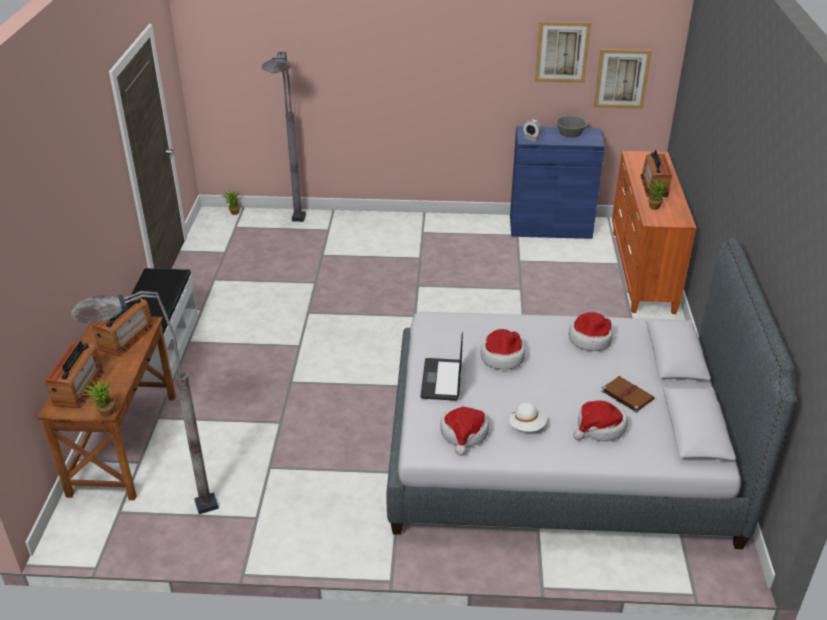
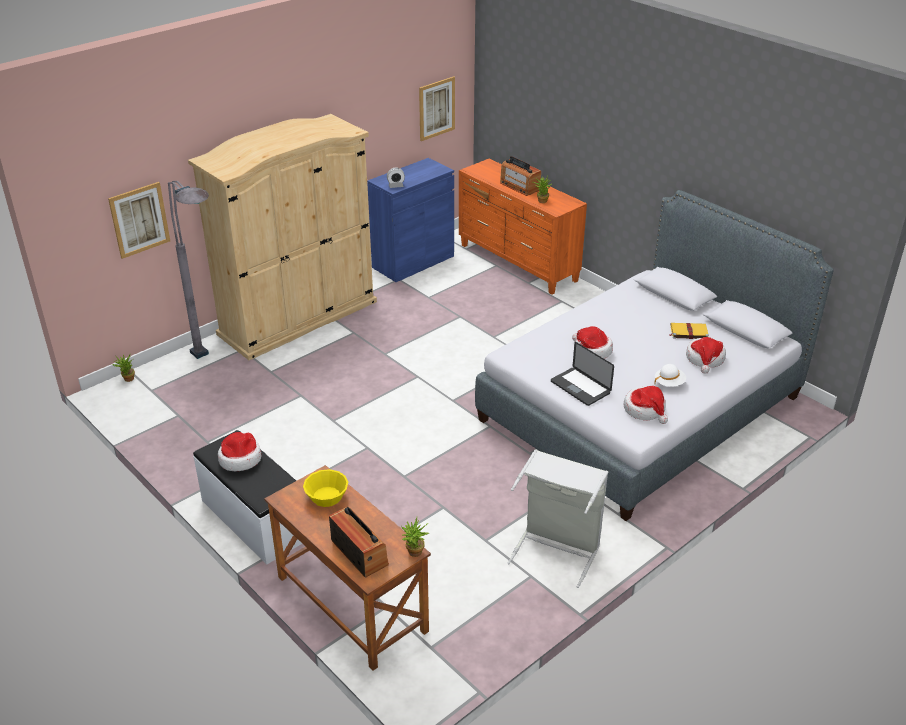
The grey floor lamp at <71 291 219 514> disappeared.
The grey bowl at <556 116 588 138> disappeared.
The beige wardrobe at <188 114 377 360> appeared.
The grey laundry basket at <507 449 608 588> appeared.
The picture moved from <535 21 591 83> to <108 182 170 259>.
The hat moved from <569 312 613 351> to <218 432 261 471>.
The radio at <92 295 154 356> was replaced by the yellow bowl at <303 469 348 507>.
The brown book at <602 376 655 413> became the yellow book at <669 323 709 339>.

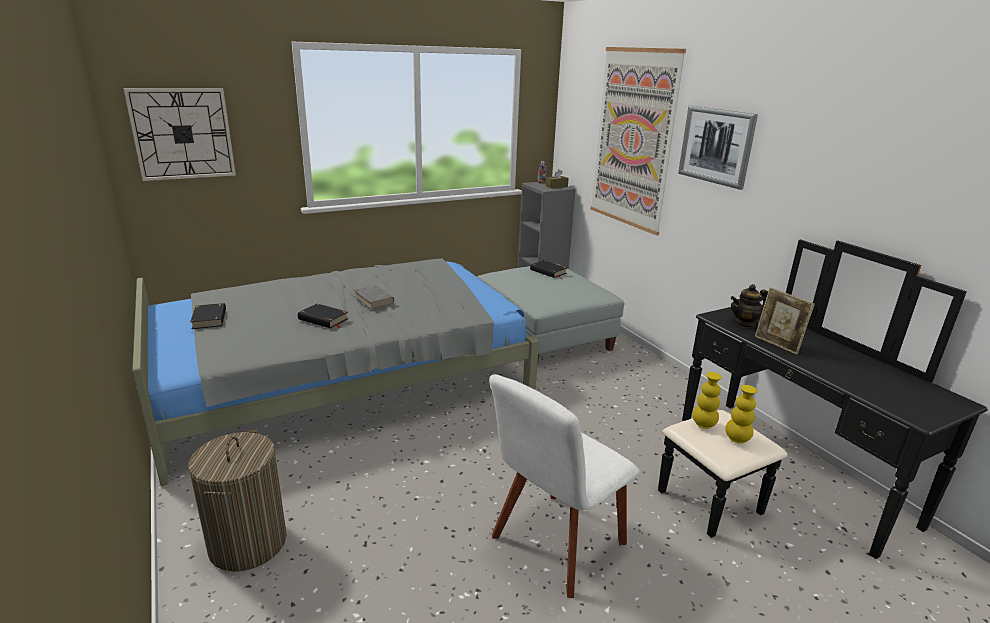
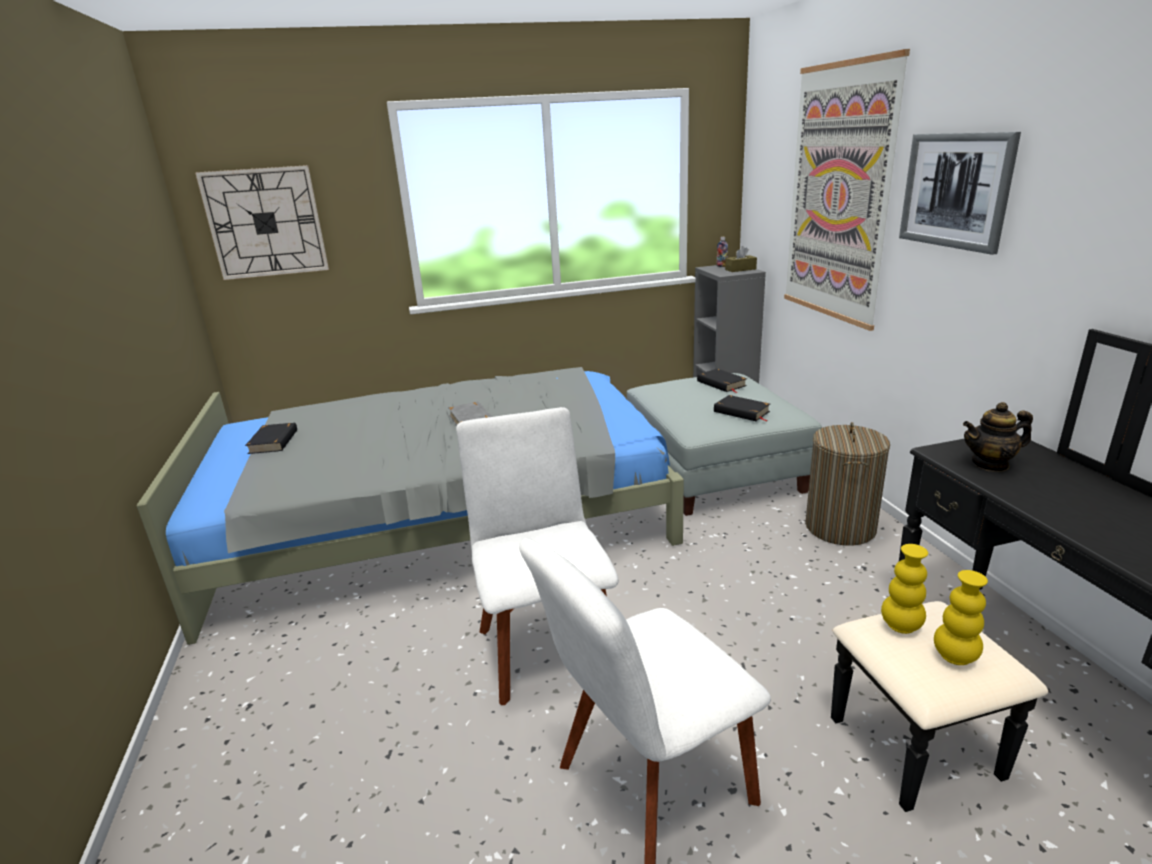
The picture frame at <755 287 815 355> disappeared.
The white chair at <456 407 619 705> appeared.
The laundry basket moved from <188 430 287 572> to <805 422 890 546>.
The black book moved from <298 304 349 328> to <714 395 770 421>.

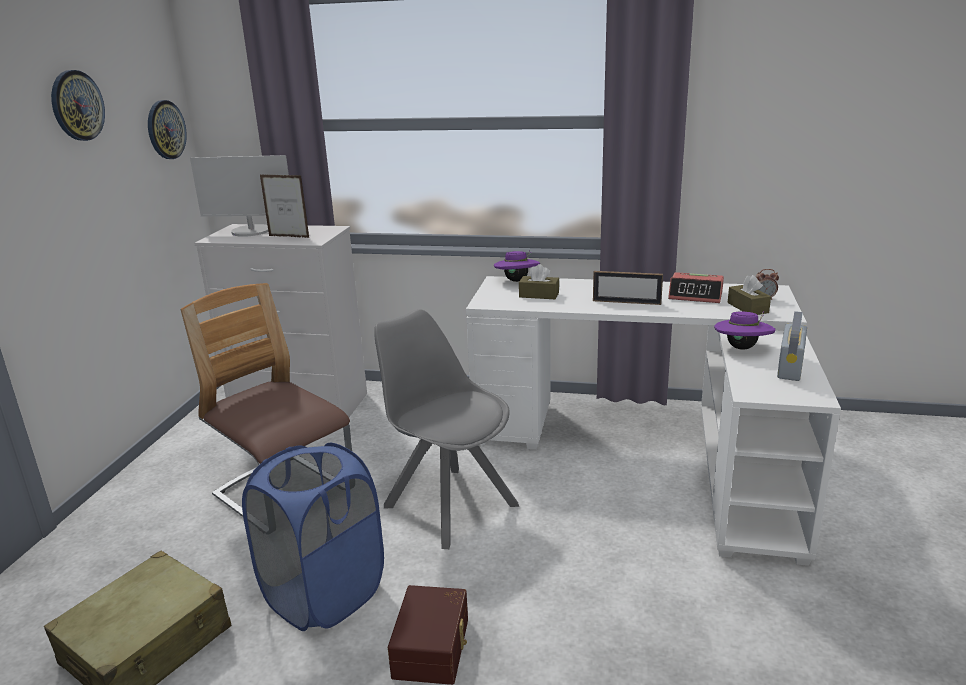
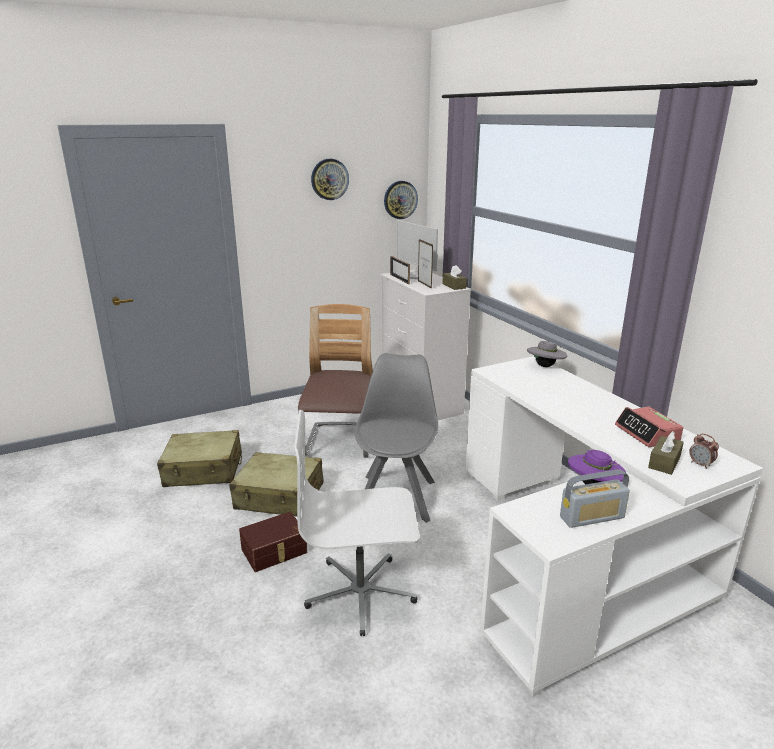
The white office chair at <294 410 420 636> appeared.
The brown tissue box moved from <519 264 559 299> to <442 265 467 290>.
The picture frame moved from <593 271 663 305> to <390 256 410 284>.
The blue laundry basket at <242 443 384 631> was replaced by the beige suitcase at <229 452 323 517>.
The purple hat at <494 250 540 282> became the grey hat at <527 341 567 367>.

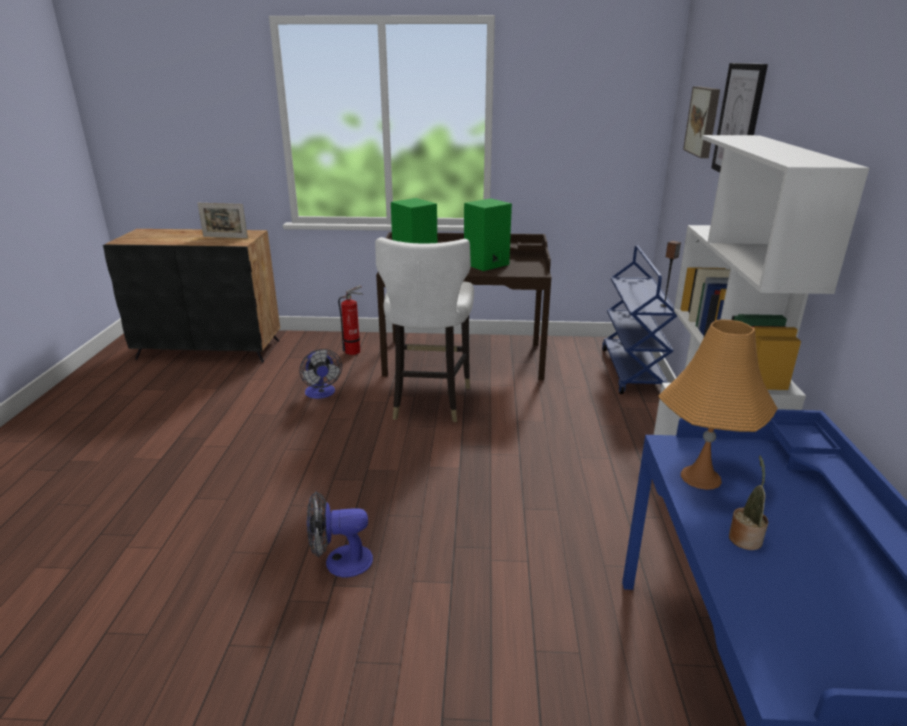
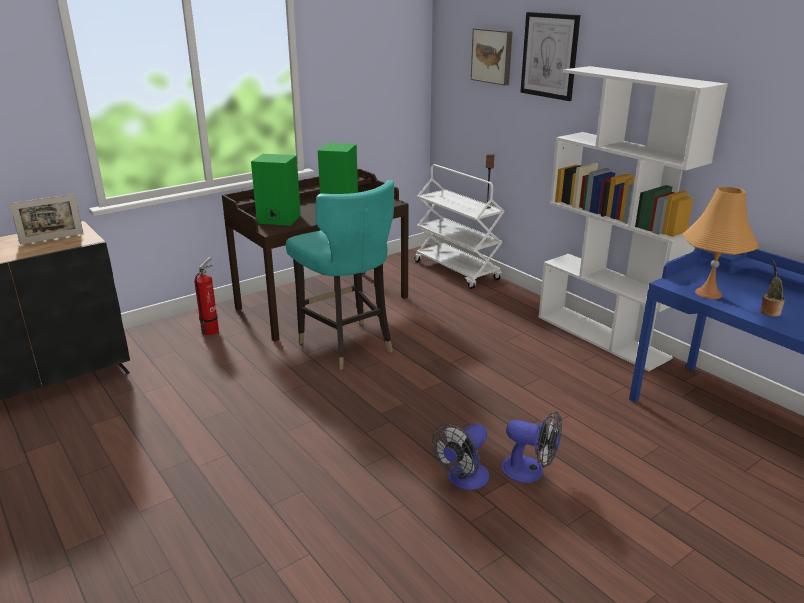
The fan moved from <300 349 342 399> to <501 411 562 483>.
The white chair at <375 237 474 422> became the turquoise chair at <286 180 394 370>.
The blue cart at <602 246 677 394> became the white cart at <415 164 505 289>.

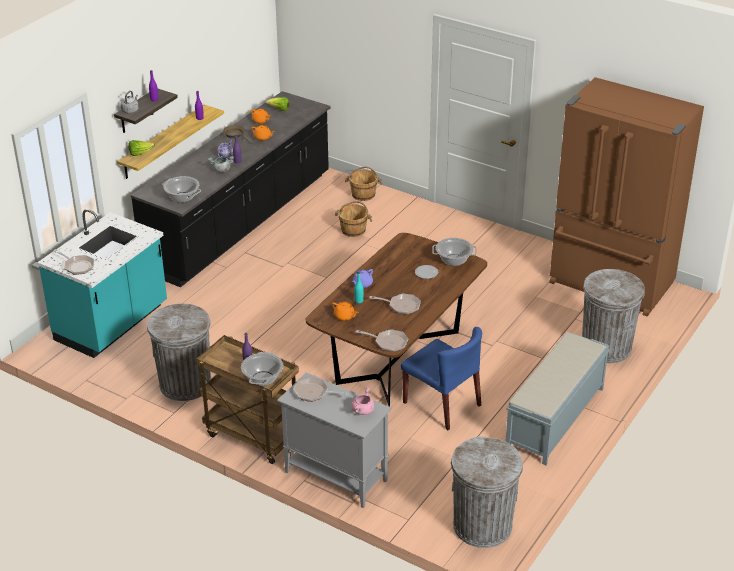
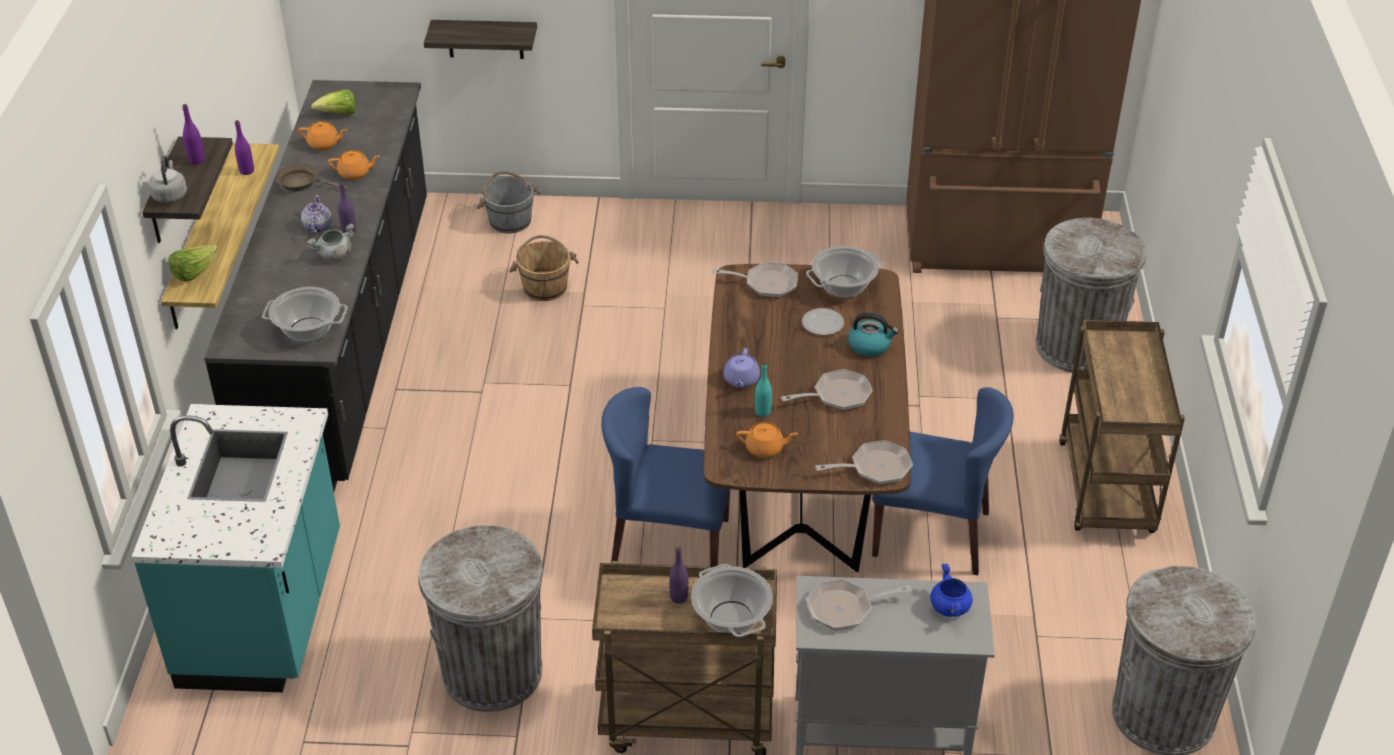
The shelf at <424 20 537 59> appeared.
The blue chair at <601 387 730 567> appeared.
The kettle at <848 313 899 357> appeared.
The frying pan moved from <54 249 94 275> to <711 262 798 298>.
The grey bench at <505 332 610 465> was replaced by the brown cart at <1059 320 1185 533>.
The brown bucket at <345 166 382 201> became the grey bucket at <477 171 541 233>.
The pink cooking pot at <352 387 374 415> became the blue cooking pot at <930 564 973 617>.

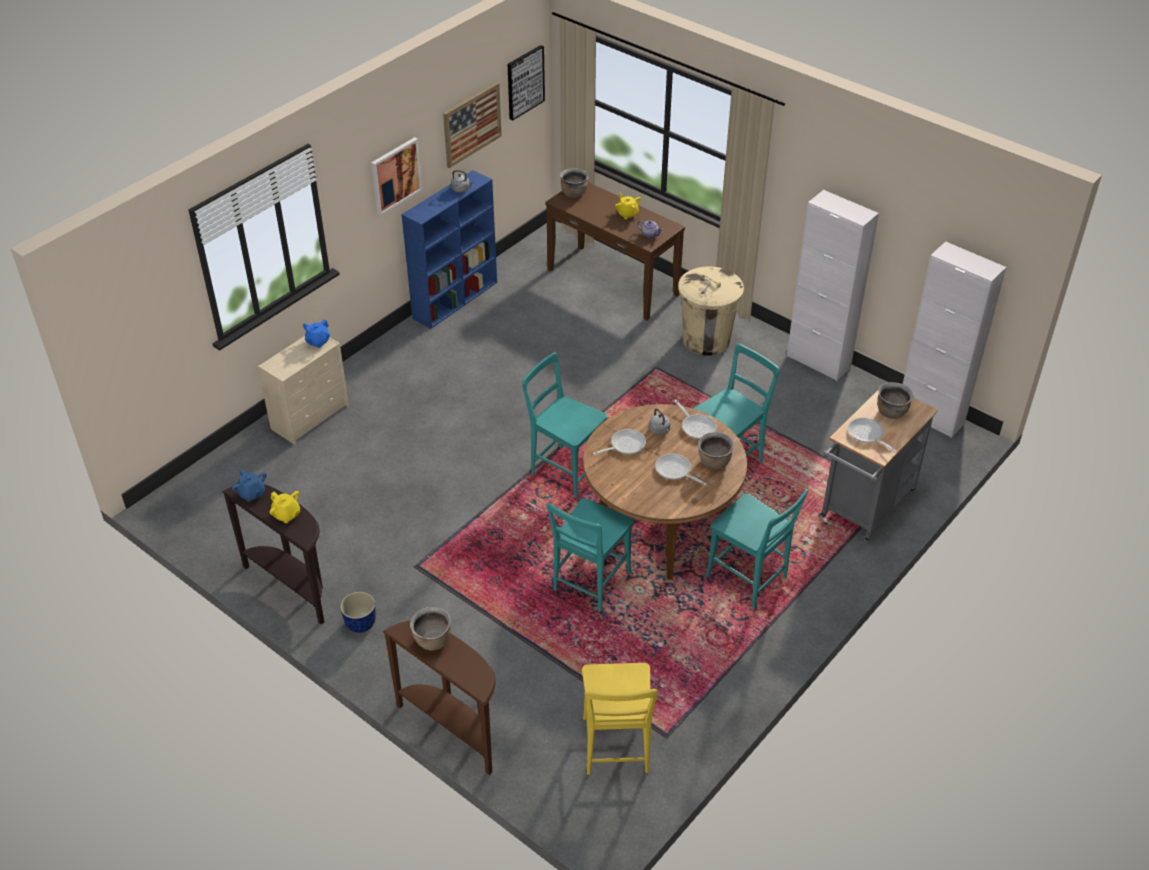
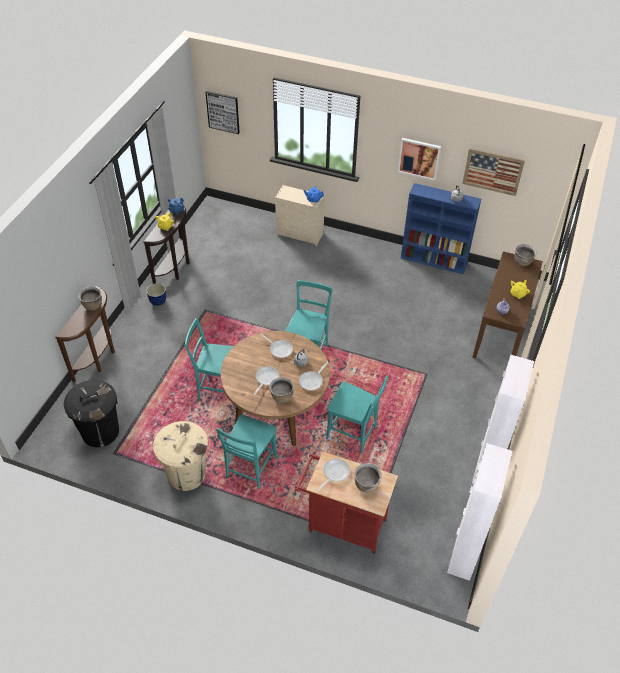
The picture moved from <508 45 545 121> to <205 91 240 134>.
The beige trash can moved from <678 266 744 356> to <153 421 208 491>.
The yellow chair at <582 663 658 775> was replaced by the black trash can at <64 380 119 447>.
The grey cart at <819 389 938 542> became the red cart at <295 452 398 554>.

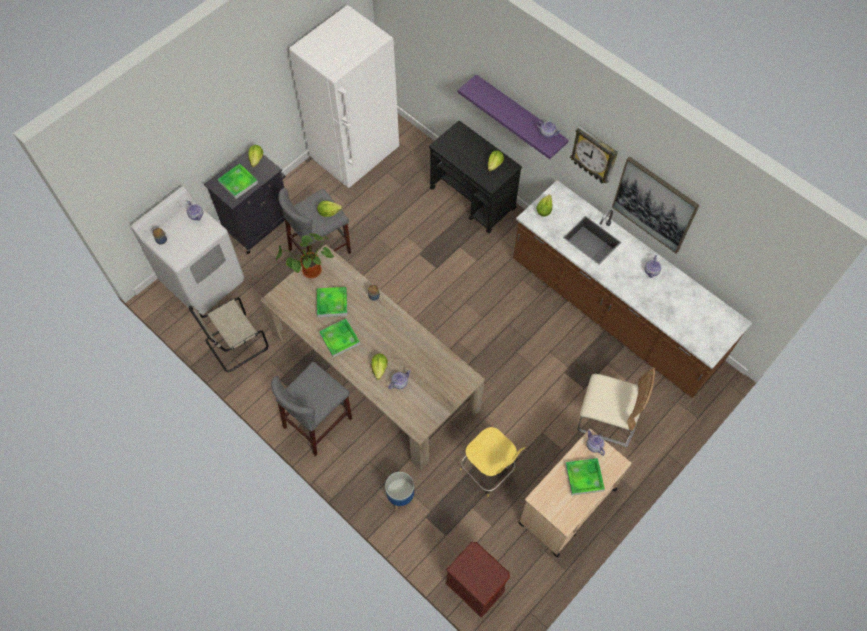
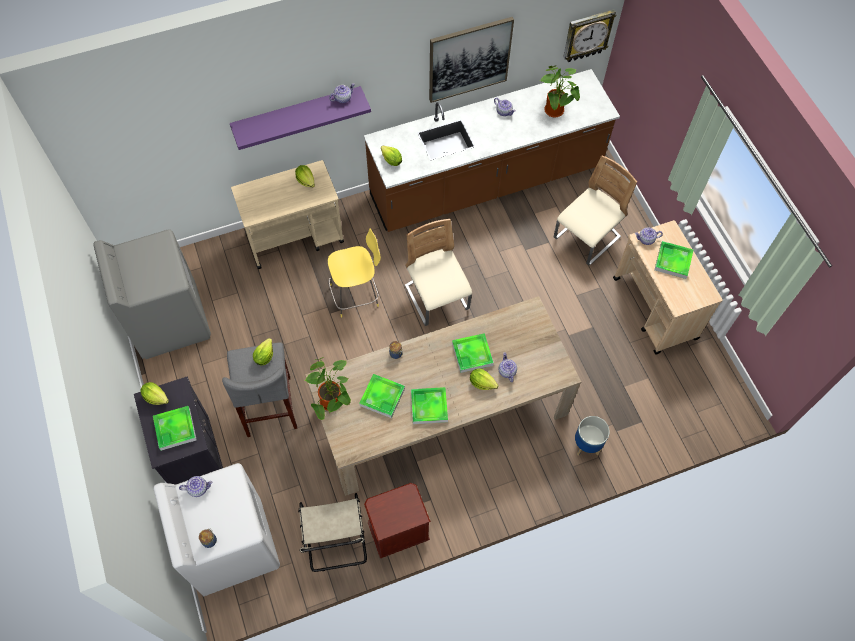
The grey stool at <271 362 352 456> disappeared.
The beige chair at <405 219 472 326> appeared.
The tray at <452 333 494 373> appeared.
The potted plant at <540 65 580 118> appeared.
The brown nightstand moved from <445 542 510 618> to <364 483 431 558>.
The yellow stool moved from <460 427 525 497> to <328 228 381 318>.
The wall clock moved from <570 126 618 183> to <563 10 616 62>.
The white fridge at <289 5 399 188> was replaced by the grey washing machine at <93 229 211 359>.
The black cart at <429 121 522 233> became the beige cart at <231 160 344 269>.

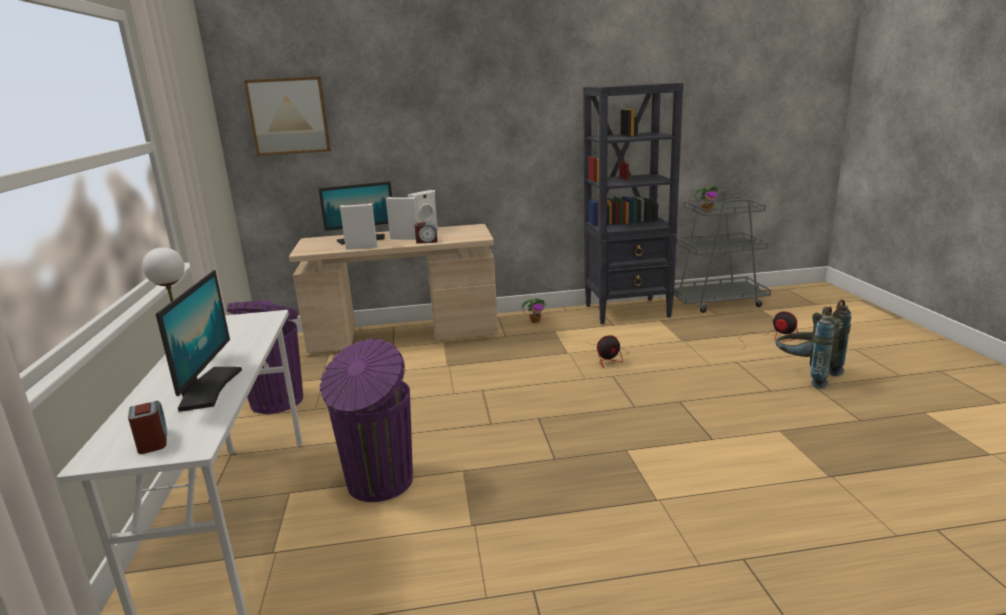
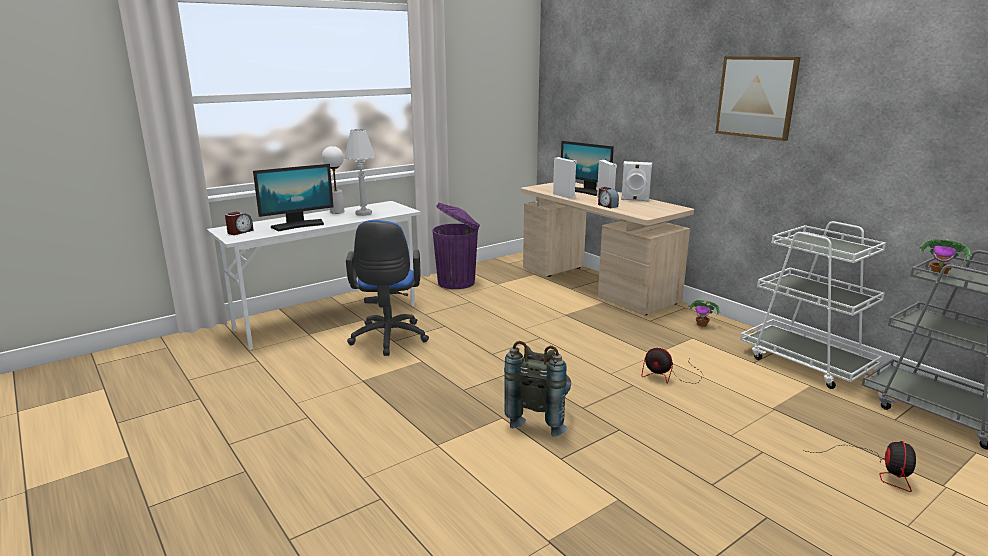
The white table lamp at <344 129 376 216> appeared.
The picture moved from <244 76 331 156> to <715 56 801 141>.
The grey backpack moved from <775 299 851 389> to <504 341 571 437>.
The purple trash can at <320 339 413 502> was replaced by the blue office chair at <346 220 429 356>.
The black bookcase at <583 83 684 324> was replaced by the white cart at <740 221 886 389>.

